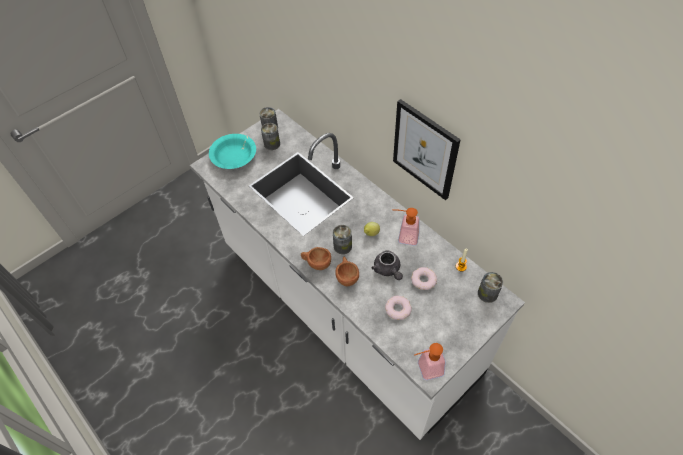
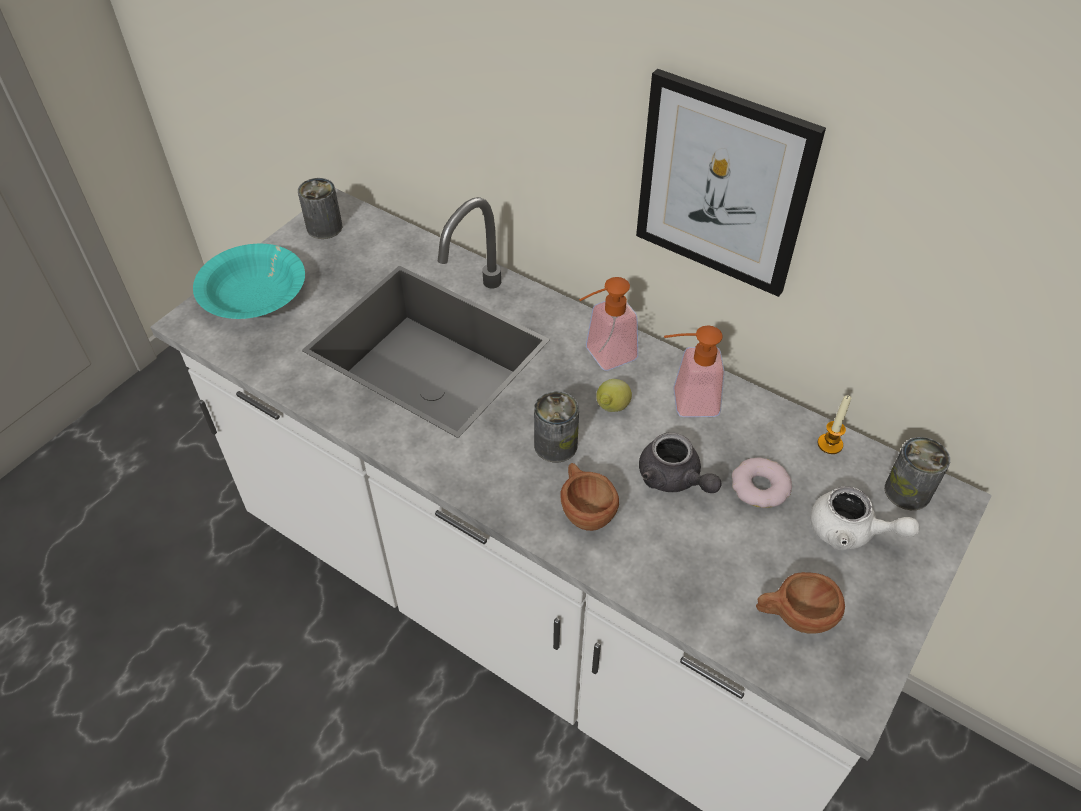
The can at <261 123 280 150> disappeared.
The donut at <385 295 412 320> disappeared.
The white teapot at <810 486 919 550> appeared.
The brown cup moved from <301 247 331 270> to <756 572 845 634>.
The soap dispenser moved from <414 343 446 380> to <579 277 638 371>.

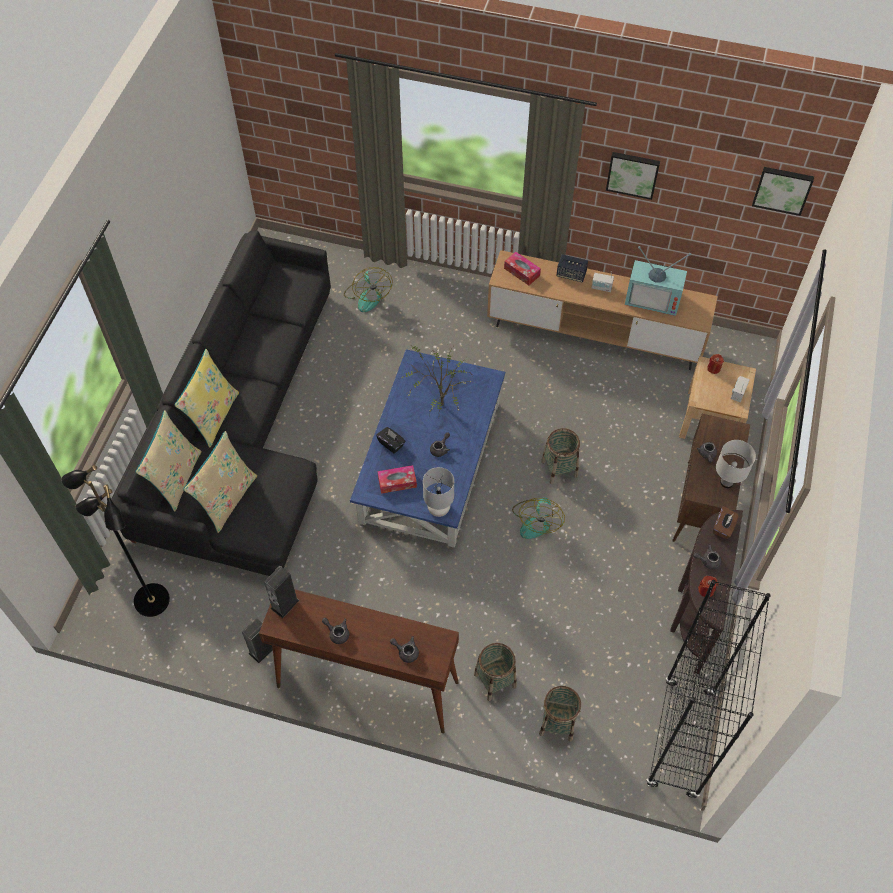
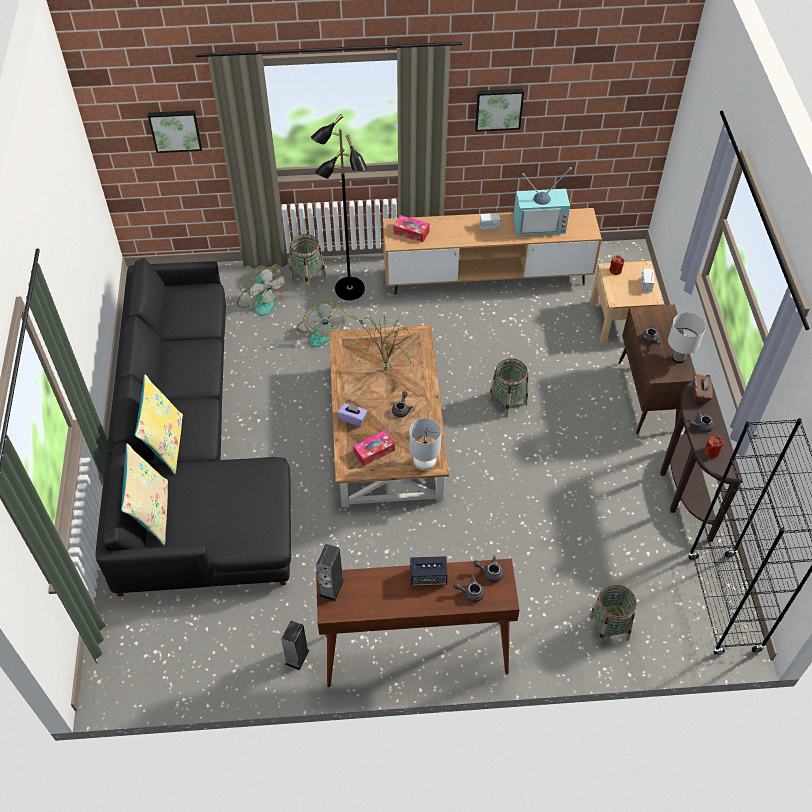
The beige pillow at <183 431 257 533> disappeared.
The black floor lamp moved from <61 465 170 617> to <311 114 368 300>.
The grey teapot moved from <322 618 349 644> to <473 555 504 583>.
The basket moved from <474 643 517 701> to <290 234 326 290>.
The fan moved from <512 498 565 539> to <297 301 346 347>.
The speaker moved from <556 254 588 282> to <410 556 448 586>.
The picture moved from <752 167 814 216> to <148 110 202 153>.
The blue coffee table at <350 349 505 548> became the brown coffee table at <329 325 449 508>.
The black tissue box at <376 427 405 454> became the purple tissue box at <338 403 367 426>.

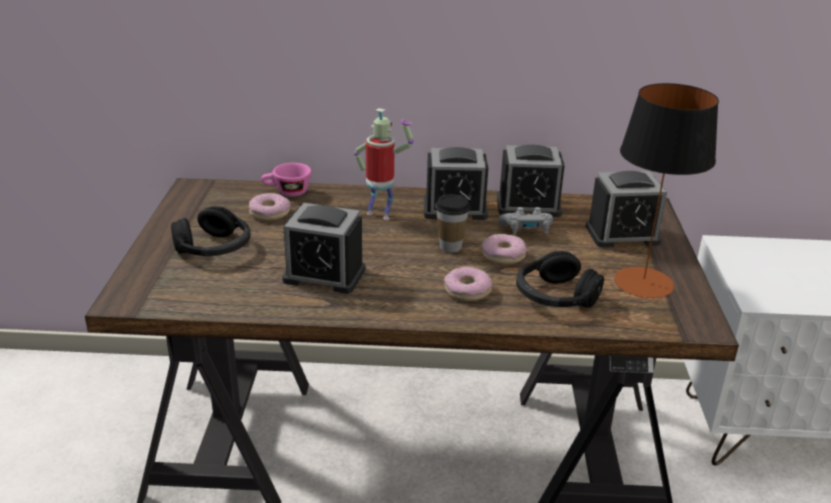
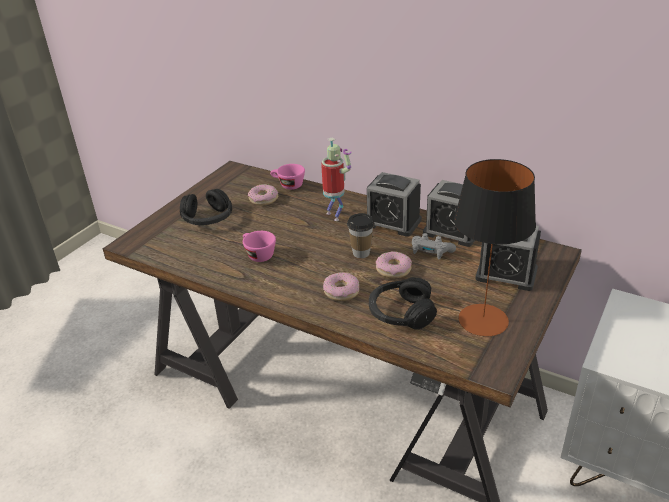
The alarm clock at <282 203 365 294> was replaced by the pink cup at <243 231 276 262>.

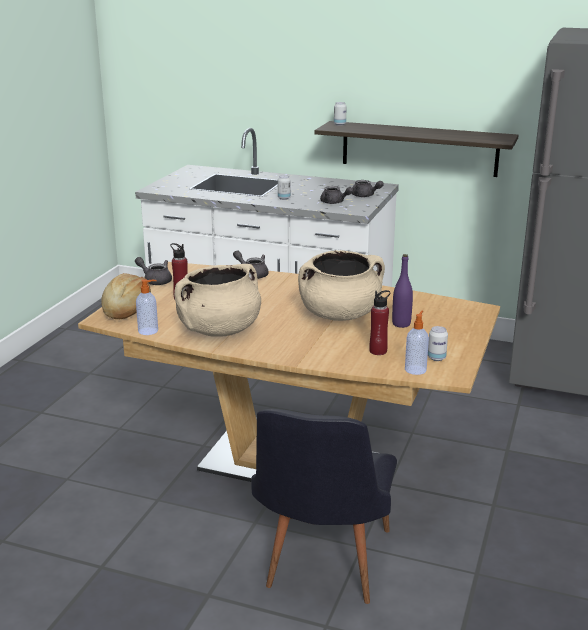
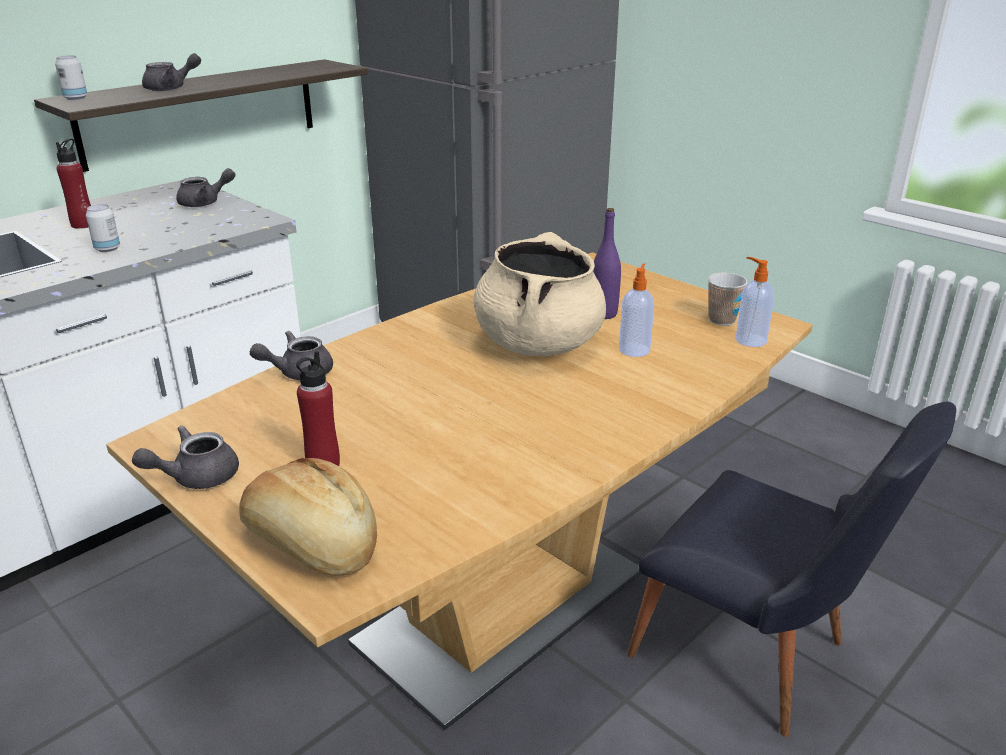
The beige cooking pot at <174 264 261 337> disappeared.
The soap dispenser moved from <136 279 158 335> to <619 263 654 357>.
The grey teapot moved from <320 186 354 204> to <142 53 201 91>.
The red bottle moved from <369 290 391 355> to <56 139 91 229>.
The can at <428 326 448 361> was replaced by the cup at <708 273 748 326>.

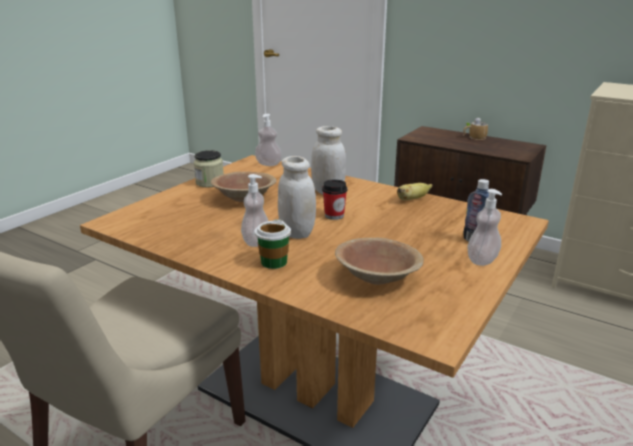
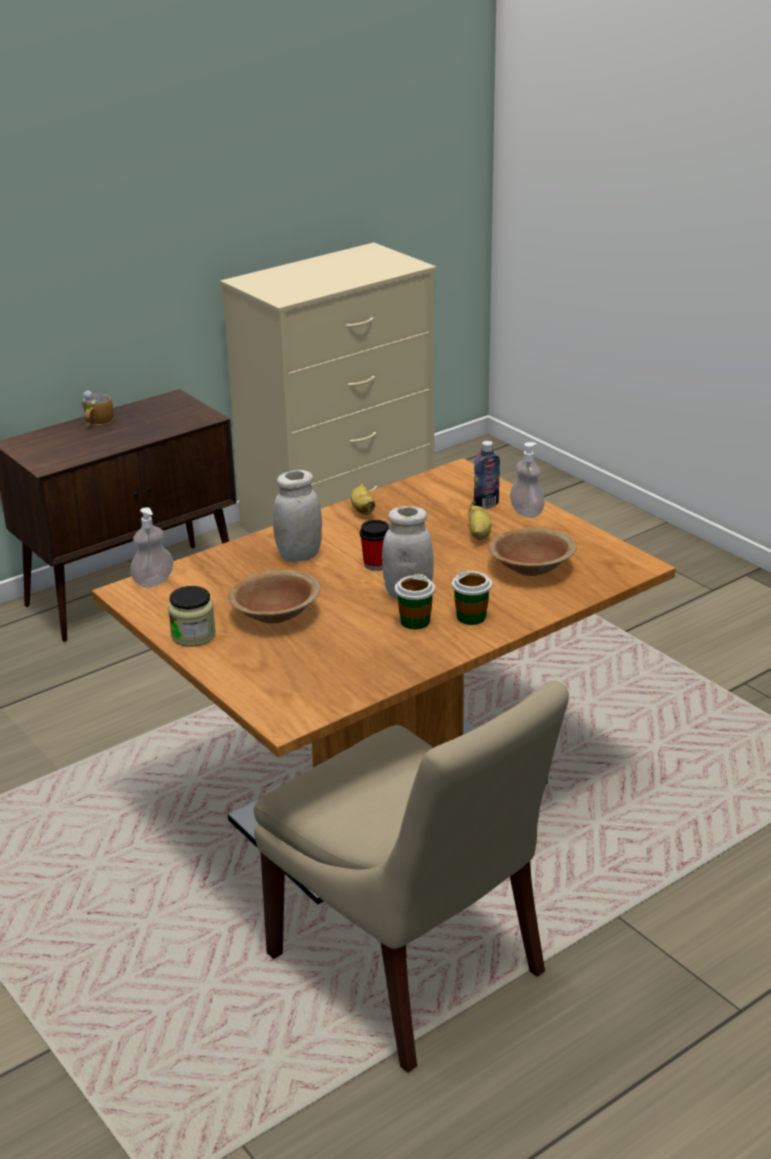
The banana at <468 501 491 540> appeared.
The soap dispenser at <241 174 268 247> was replaced by the cup at <395 574 435 630>.

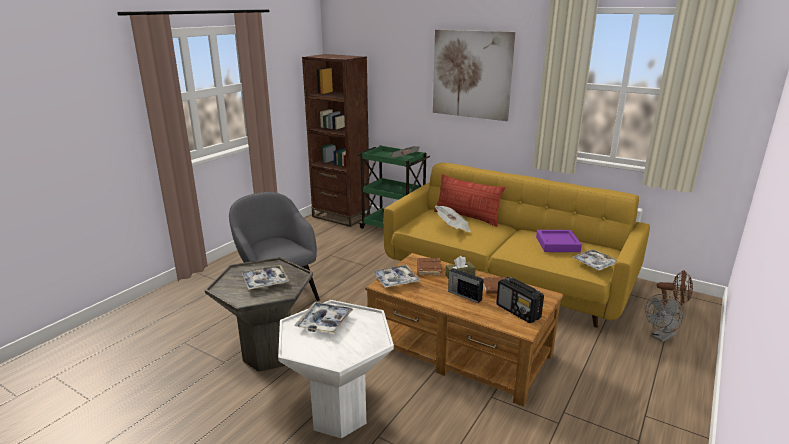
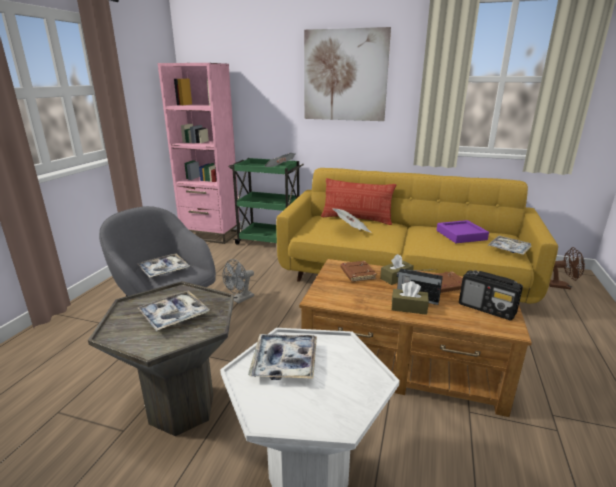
The brown tissue box at <392 281 429 315> appeared.
The tray moved from <372 265 420 288> to <137 253 190 278>.
The grey fan moved from <646 294 683 342> to <223 259 254 304>.
The brown bookcase at <302 54 370 227> became the pink bookcase at <157 63 240 244>.

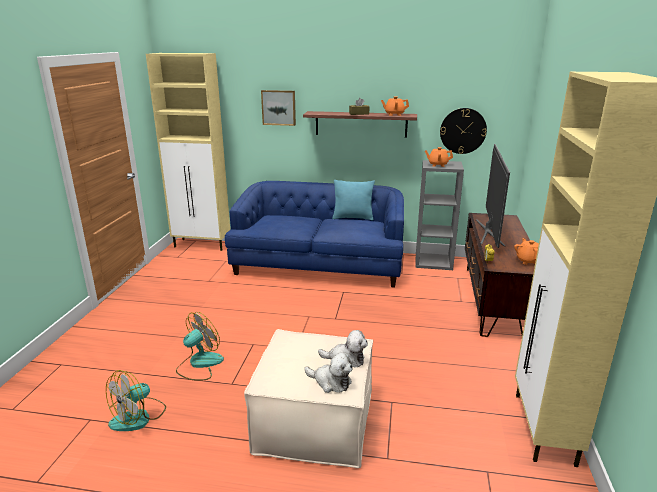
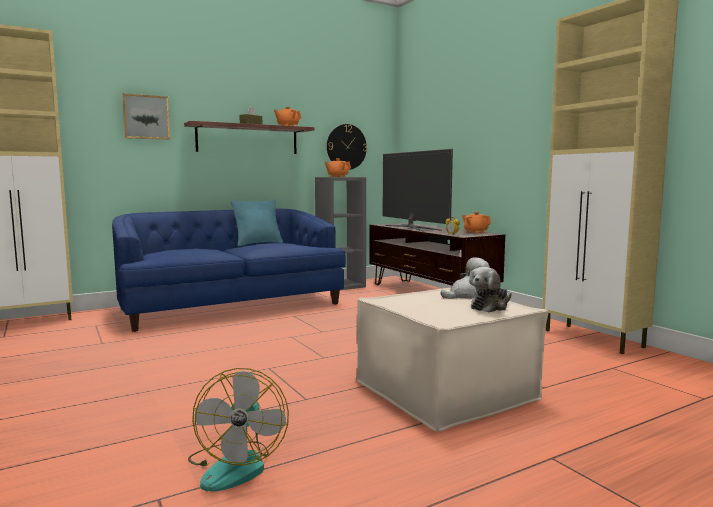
The fan at <176 312 224 381> disappeared.
The plush toy at <304 352 353 393> turned 150 degrees clockwise.

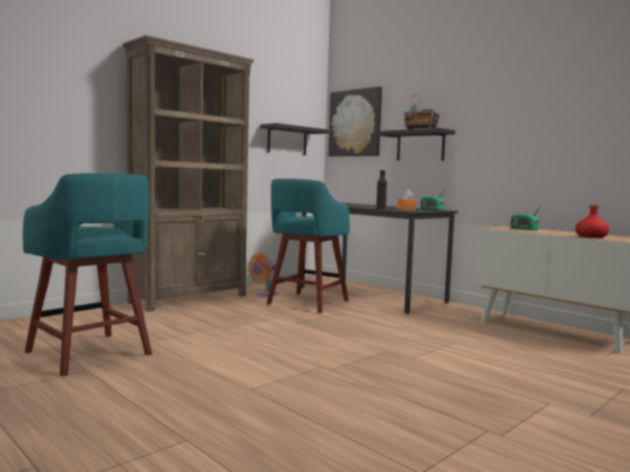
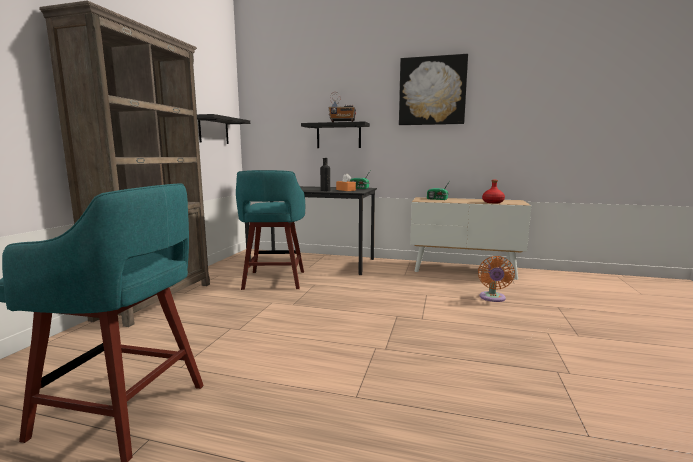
The orange fan moved from <248 253 278 296> to <478 256 515 302>.
The picture moved from <328 86 382 156> to <399 54 468 125>.

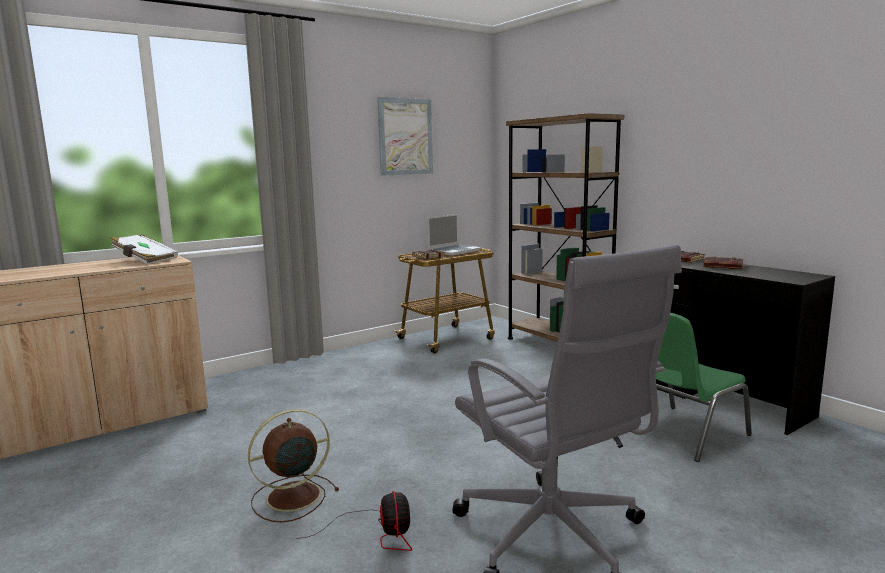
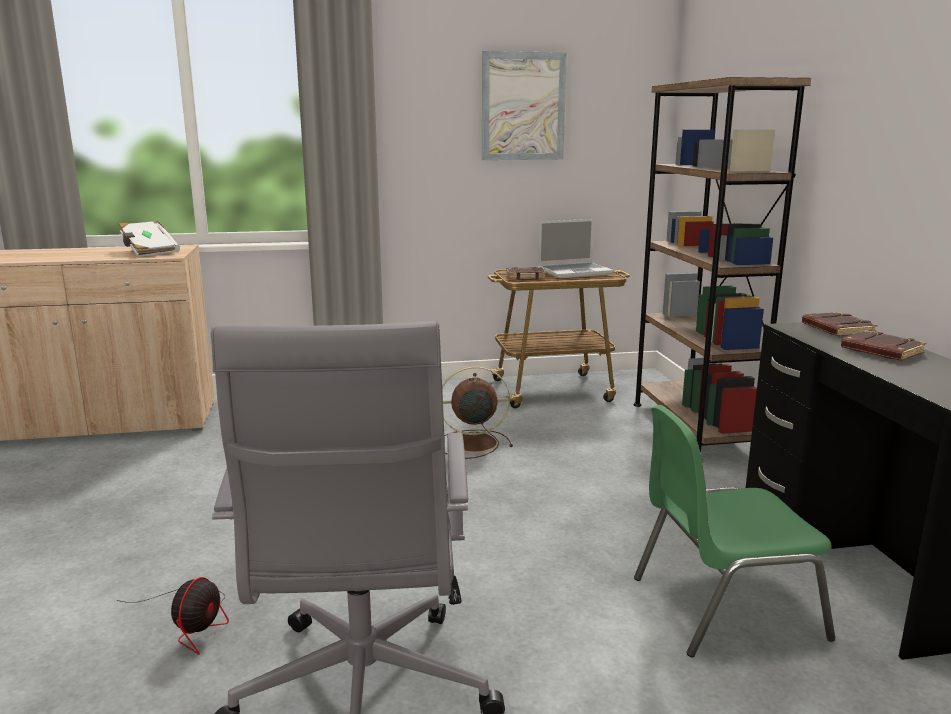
The brown fan moved from <248 409 339 523> to <442 366 513 459>.

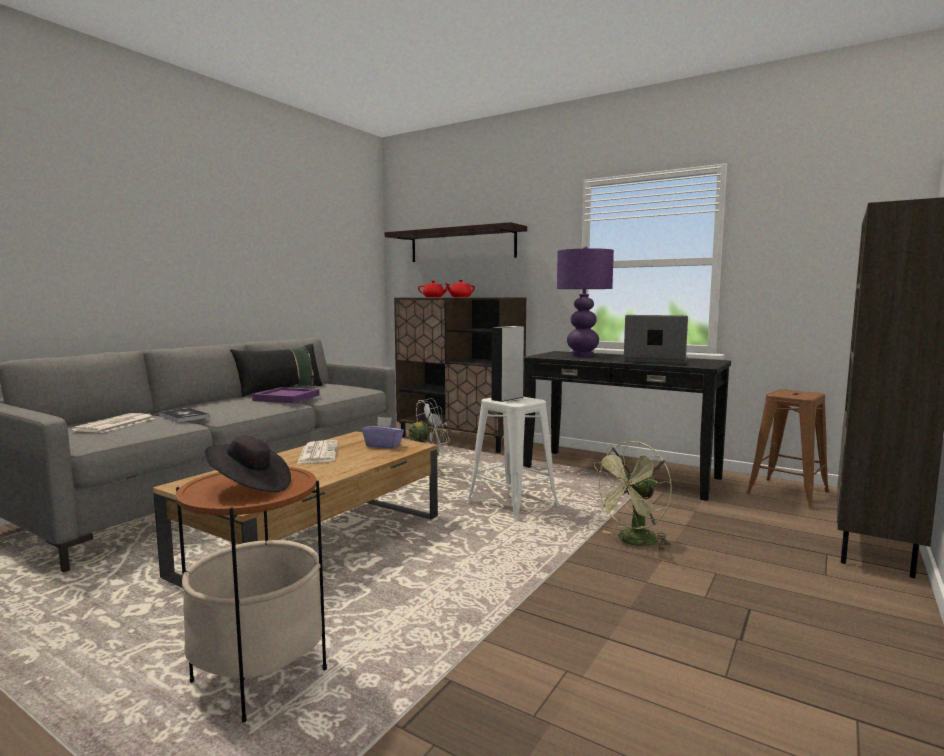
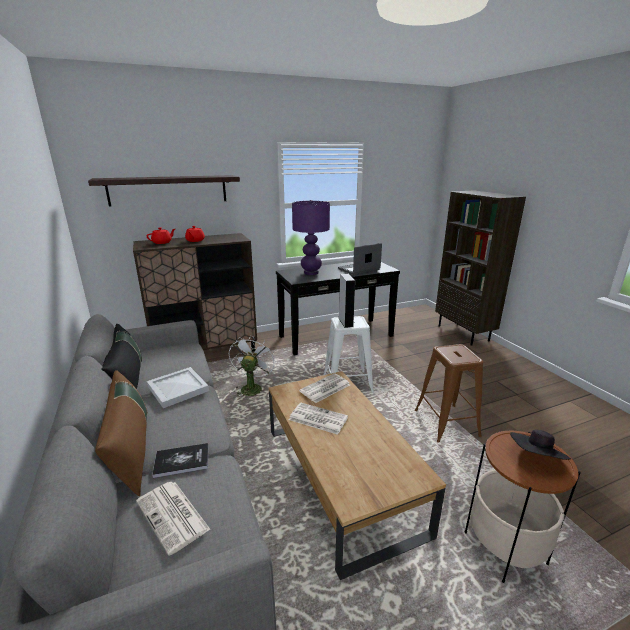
The green fan at <590 441 672 551> disappeared.
The brown pillow at <95 370 147 496> appeared.
The brown stool moved from <746 389 830 508> to <415 344 483 443>.
The purple tissue box at <362 417 404 449> was replaced by the newspaper at <299 373 350 403>.
The purple tray at <252 387 319 403> became the white tray at <147 367 209 408>.

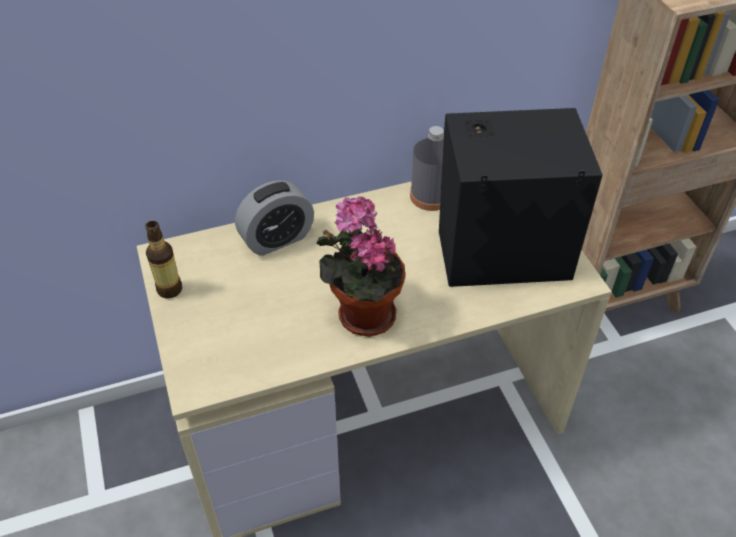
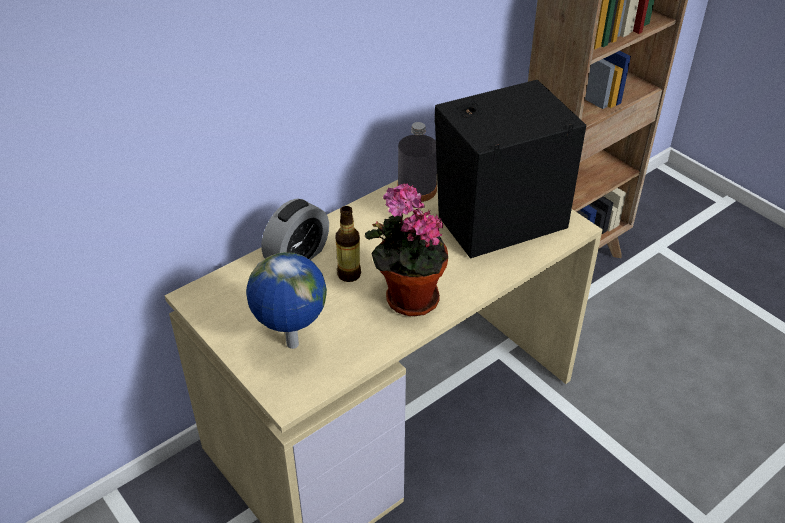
The globe at <246 252 327 349> appeared.
The bottle moved from <145 221 182 299> to <335 206 361 282>.

